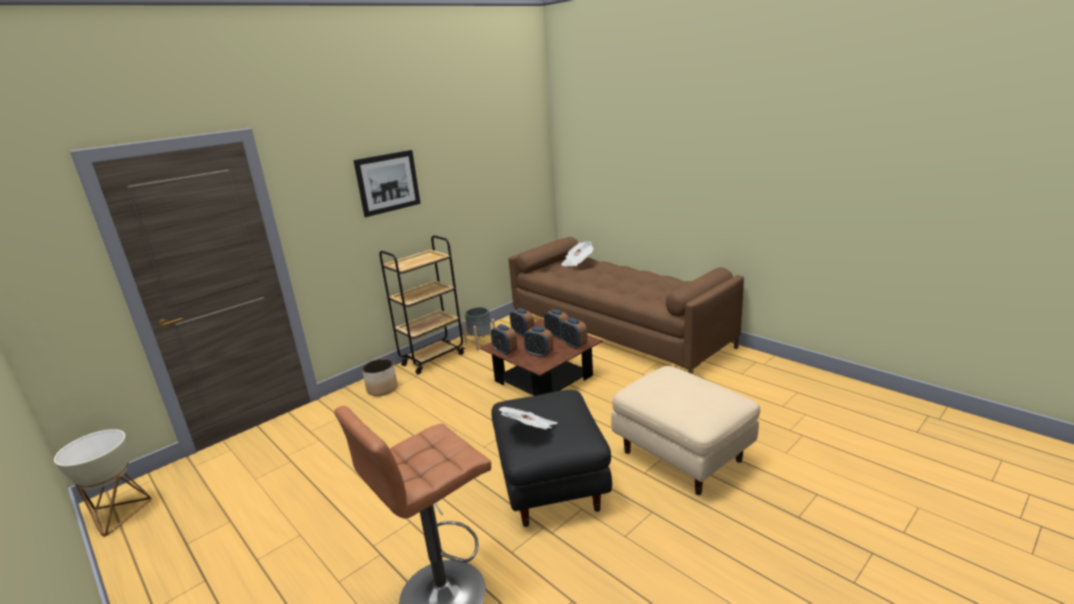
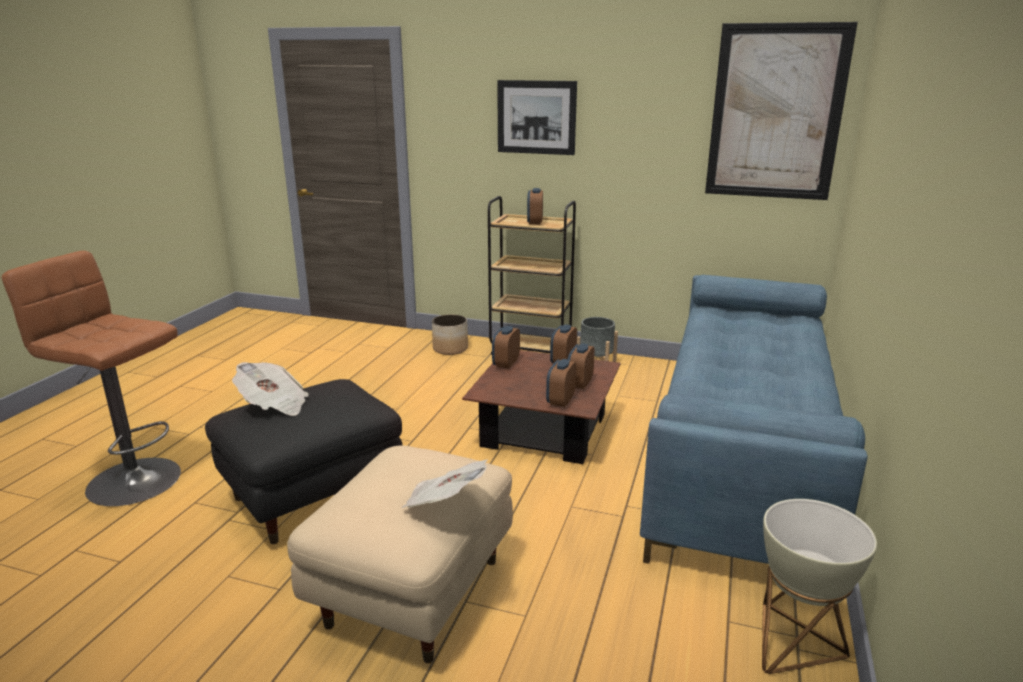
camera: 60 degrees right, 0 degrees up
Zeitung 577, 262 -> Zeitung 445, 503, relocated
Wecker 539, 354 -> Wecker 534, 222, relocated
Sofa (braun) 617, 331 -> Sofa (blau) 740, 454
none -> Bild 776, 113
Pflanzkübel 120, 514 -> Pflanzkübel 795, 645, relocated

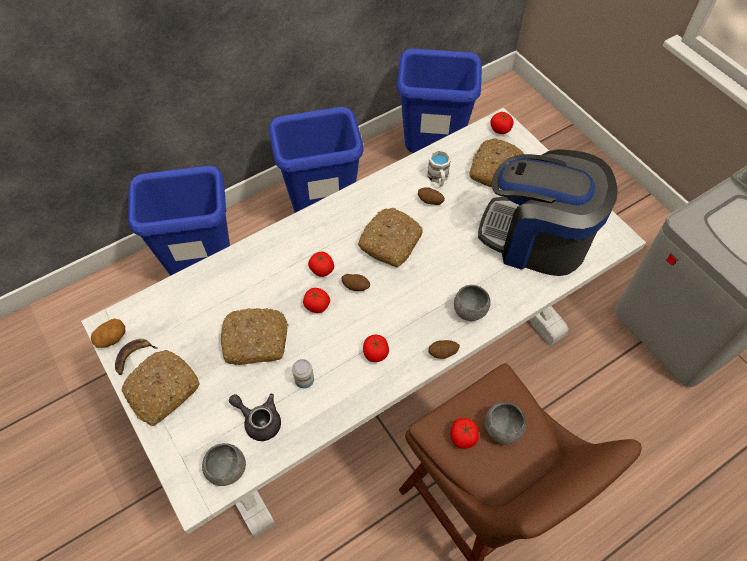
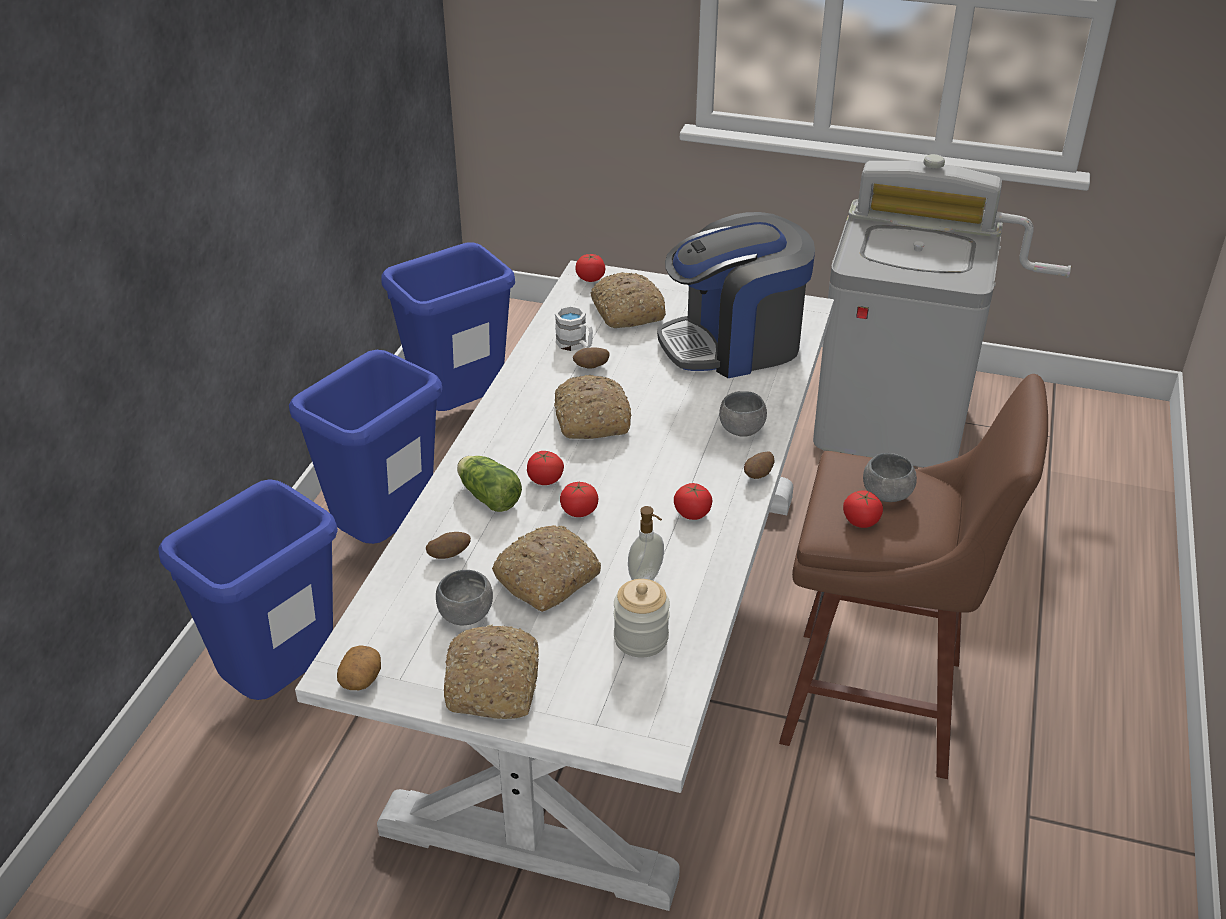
camera: 40 degrees left, 20 degrees down
Kartoffel 356, 287 -> Kartoffel 449, 555, relocated
Schüssel (grau) 226, 469 -> Schüssel (grau) 465, 614, relocated
none -> Salatkopf 487, 495
Teekanne (grau) 259, 420 -> Vorratsglas 641, 638
Dose 304, 380 -> Seifenspender 646, 577
Banane 133, 357 -> none

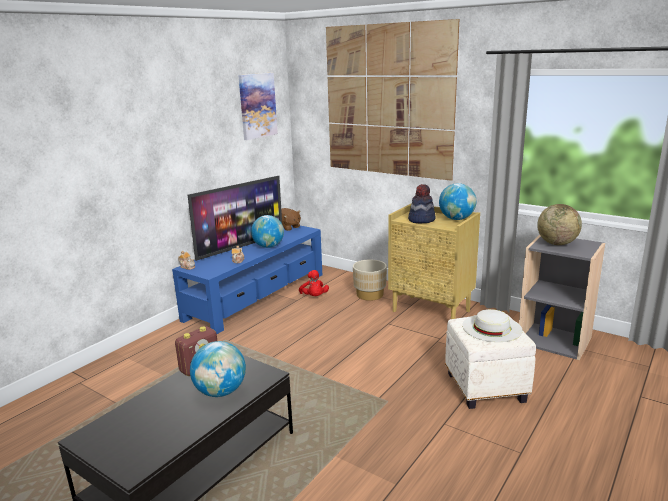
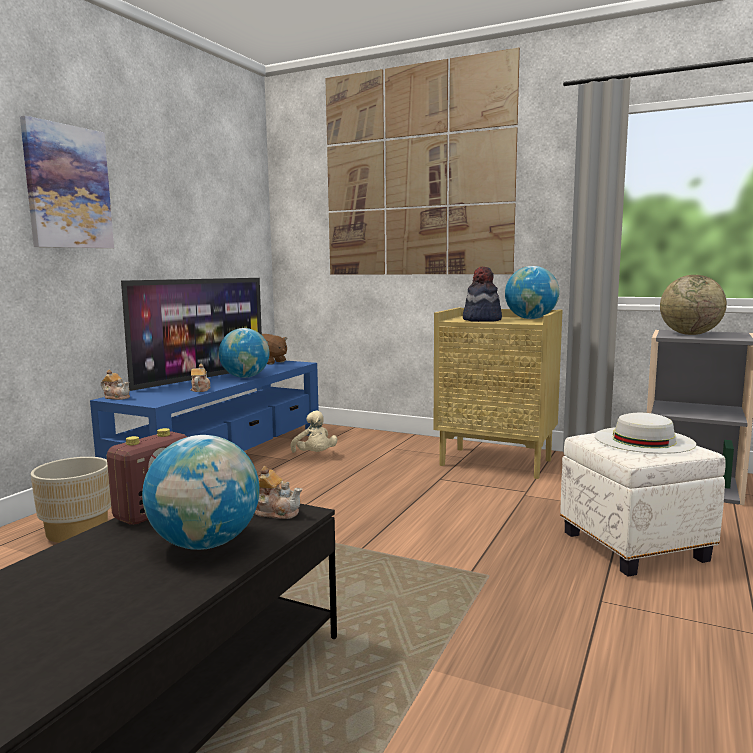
camera: 10 degrees left, 10 degrees down
Bild 257, 105 -> Bild 68, 187, relocated
Pflanzkübel (beige) 370, 295 -> Pflanzkübel (beige) 77, 531, relocated
none -> Teekanne 275, 512
Plüschtier (rot) 314, 297 -> Plüschtier (beige) 315, 455

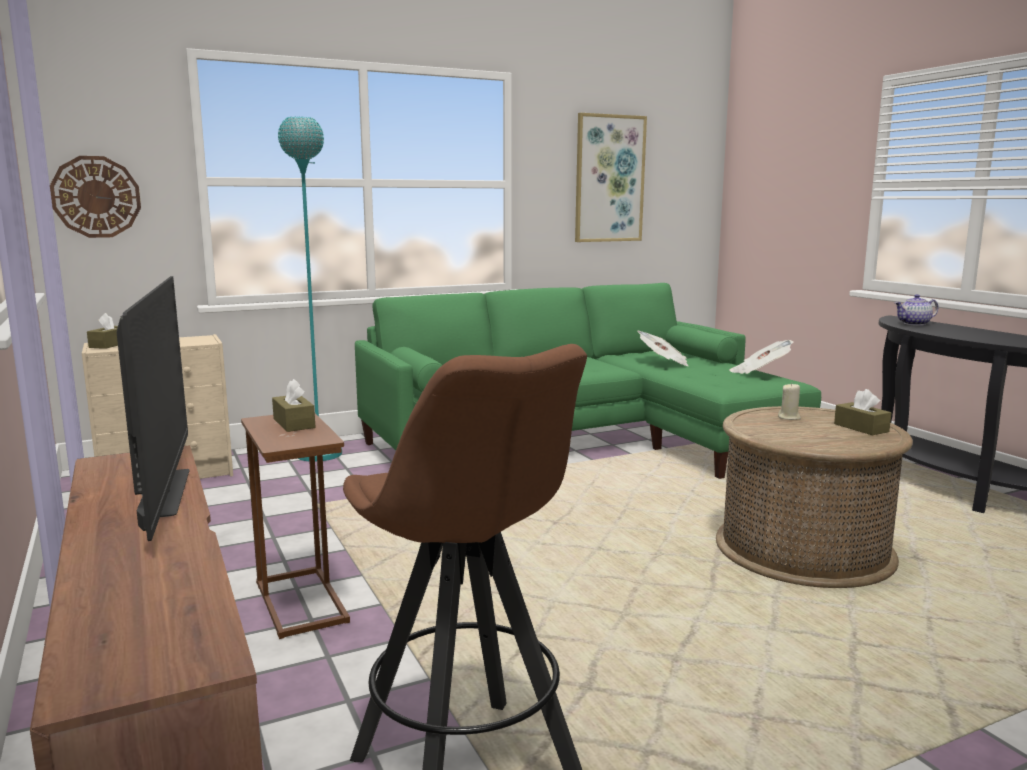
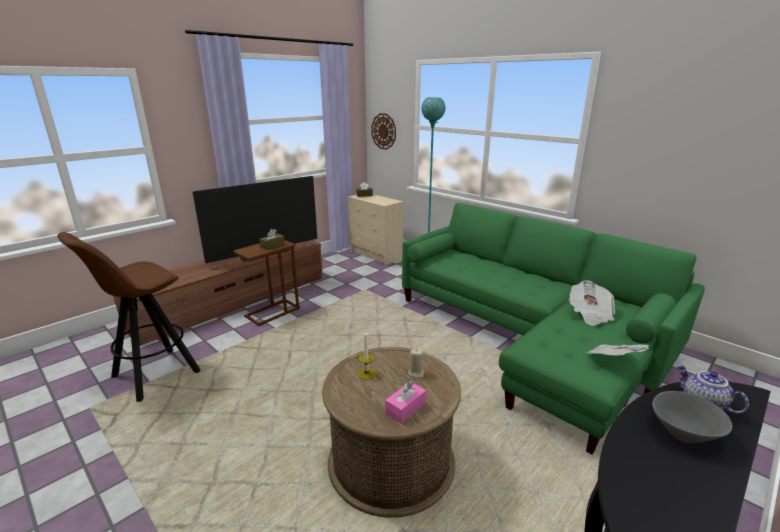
camera: 70 degrees right, 10 degrees up
none -> Kerze 366, 373
Taschentuchbox (braun) 861, 428 -> Taschentuchbox (rosa) 405, 408
none -> Schüssel (grau) 682, 433
Bild 609, 179 -> none

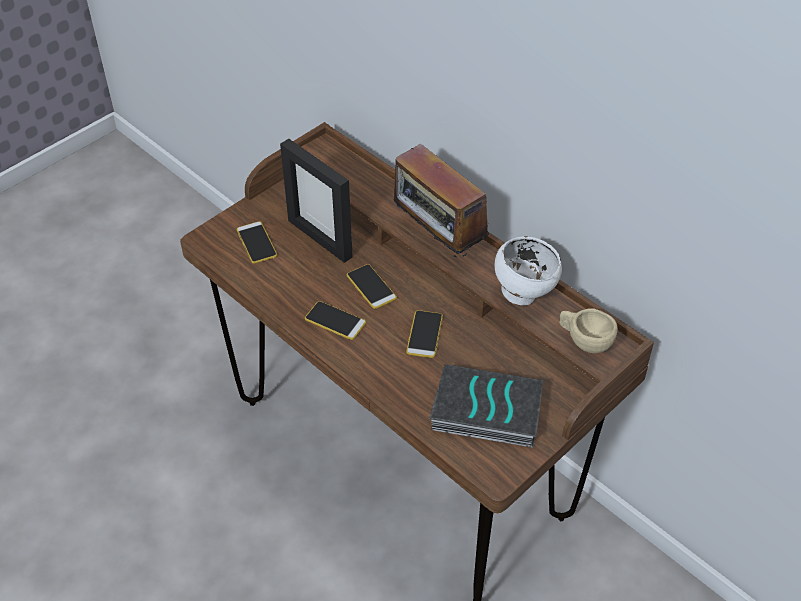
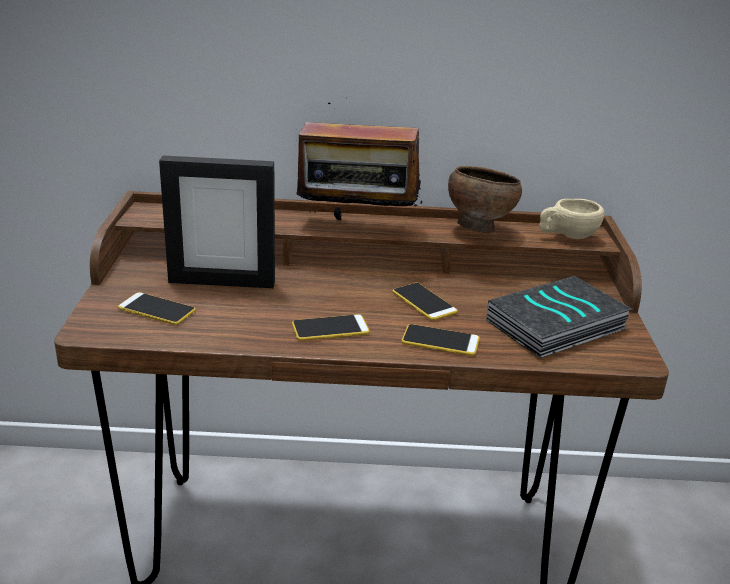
camera: 45 degrees left, 20 degrees down
Handy 371, 287 -> Handy 440, 341, relocated
Schüssel (weiß) 523, 293 -> Schüssel (braun) 478, 228

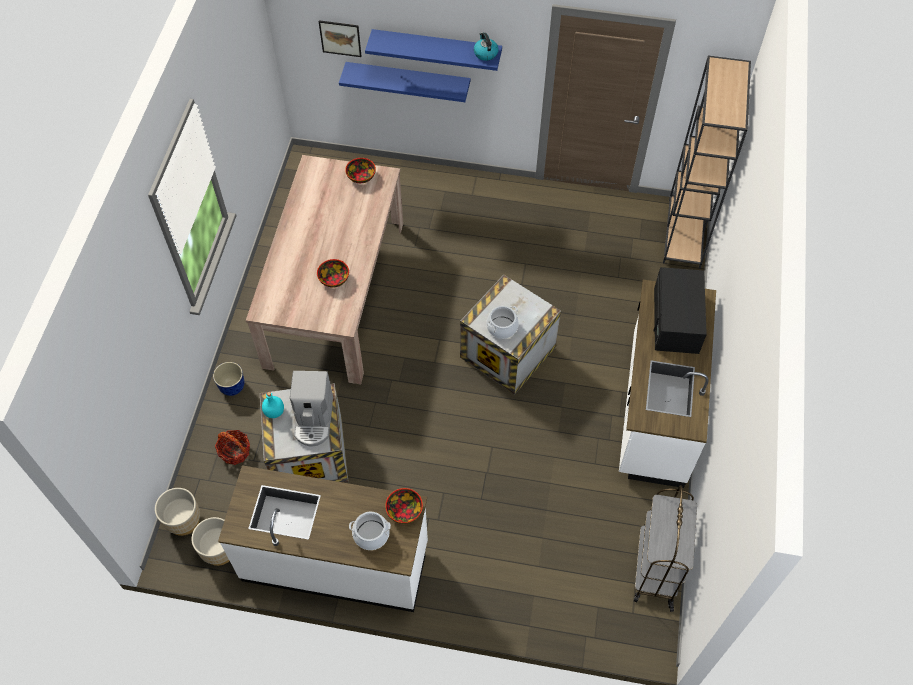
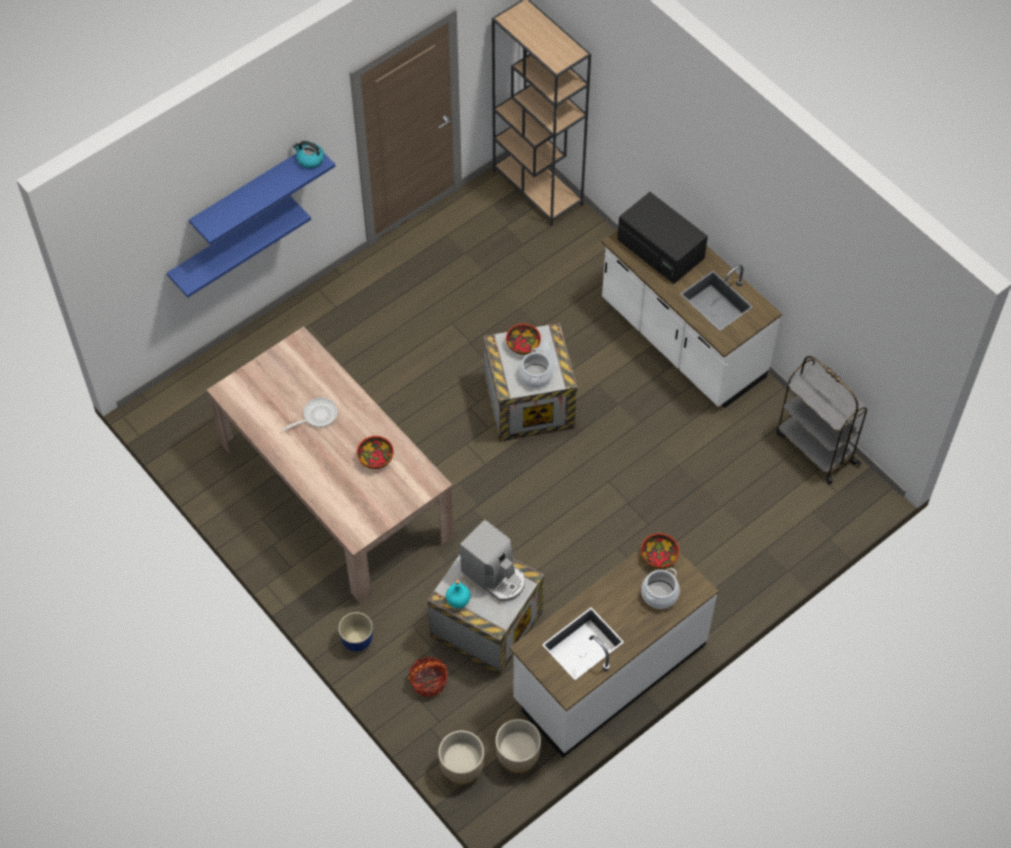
camera: 50 degrees left, 0 degrees up
none -> Pfanne 317, 416
Schüssel 361, 176 -> Schüssel 522, 344, relocated
Bild 340, 38 -> none

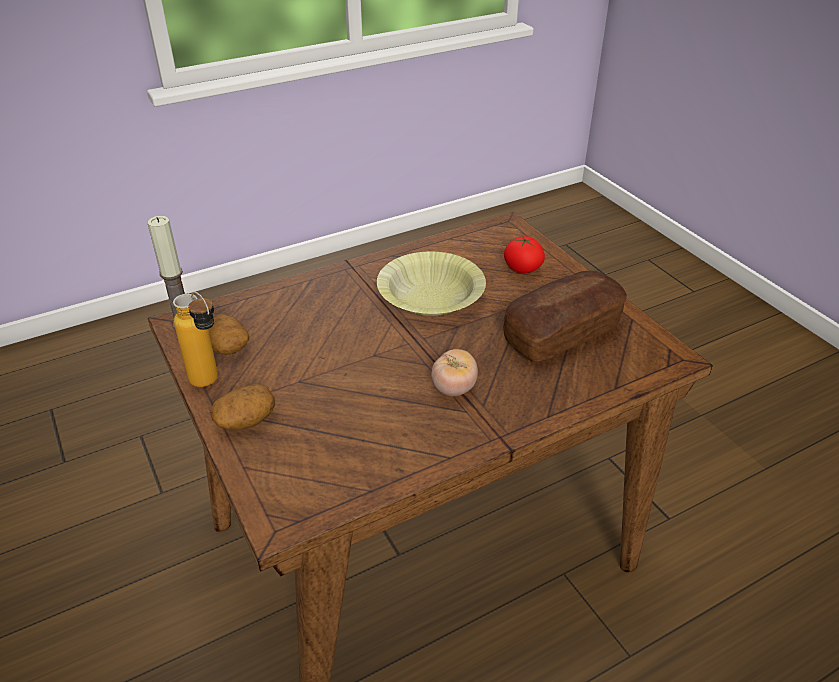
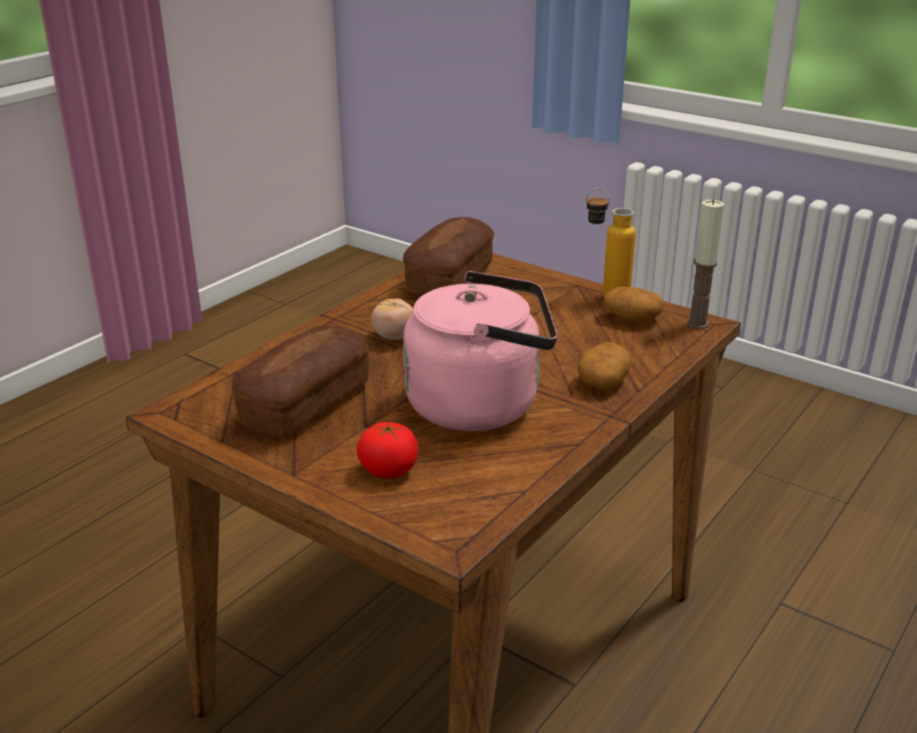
camera: 155 degrees right, 10 degrees down
none -> Brot 449, 279
Schüssel (gelb) 430, 297 -> Wasserkessel (rosa) 481, 405
Kartoffel 245, 420 -> Kartoffel 603, 381, relocated

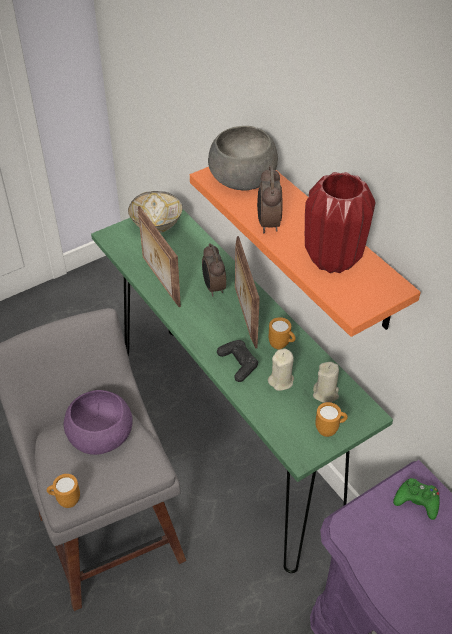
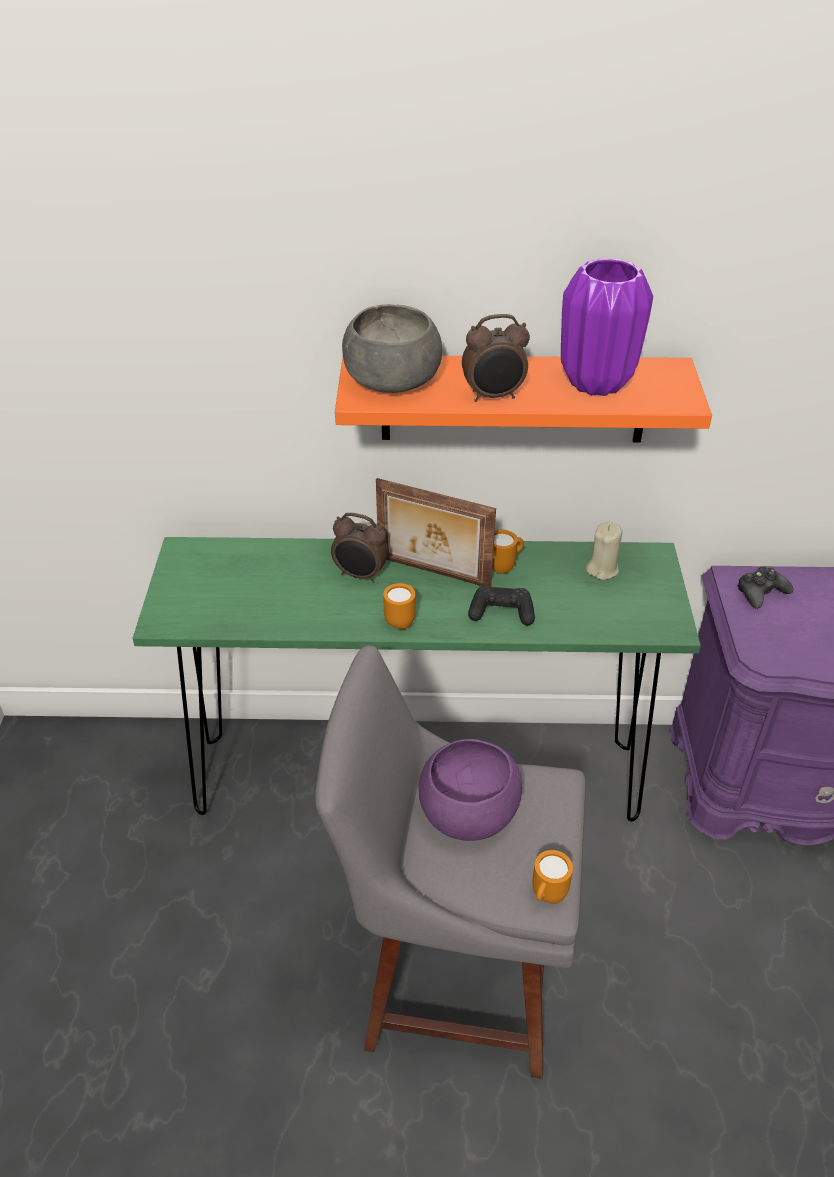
camera: 55 degrees left, 5 degrees down
Henkelbecher (orange) 330, 429 -> Henkelbecher (orange) 402, 620, relocated
Wecker 268, 224 -> Wecker 494, 396, 45 degrees counterclockwise
Vase (rot) 333, 260 -> Vase (lila) 597, 382
Gamepad (grün) 417, 501 -> Gamepad (schwarz) 761, 592
Schüssel 156, 225 -> none
Bilderrahmen 159, 281 -> none
Kerze (beige) 281, 381 -> none

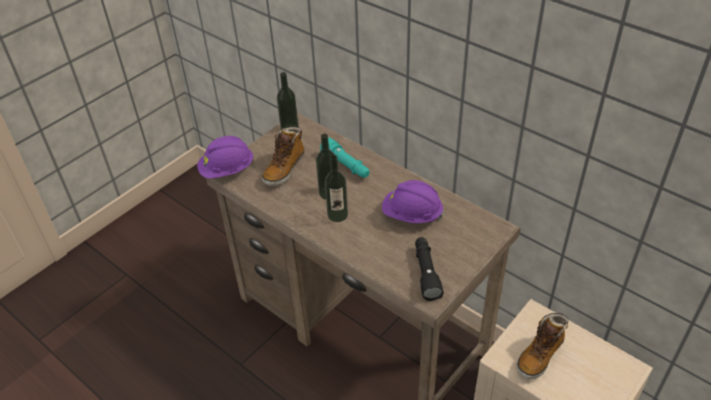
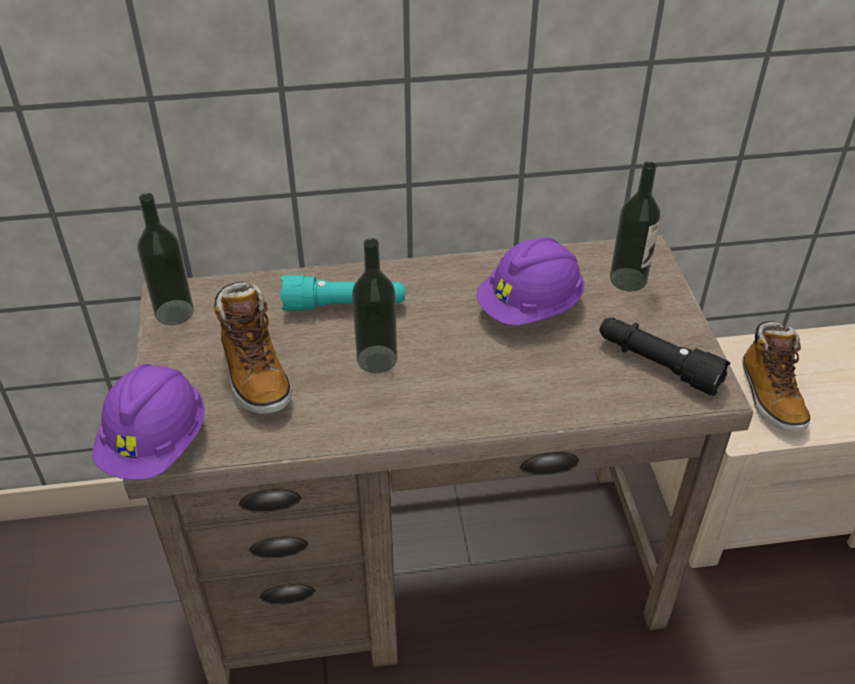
camera: 50 degrees left, 0 degrees up
Flasche 337, 214 -> Flasche 628, 279, relocated

